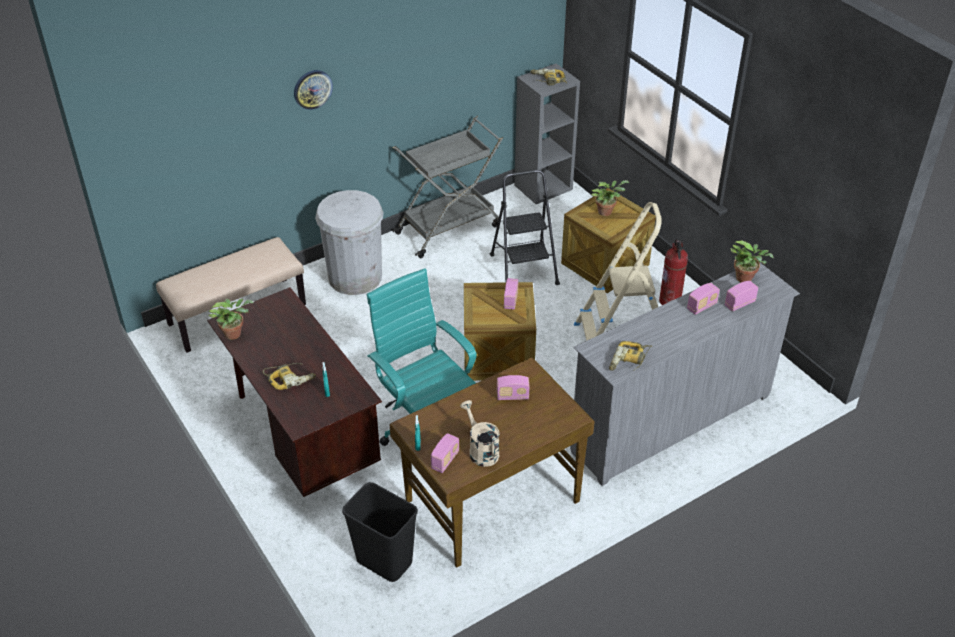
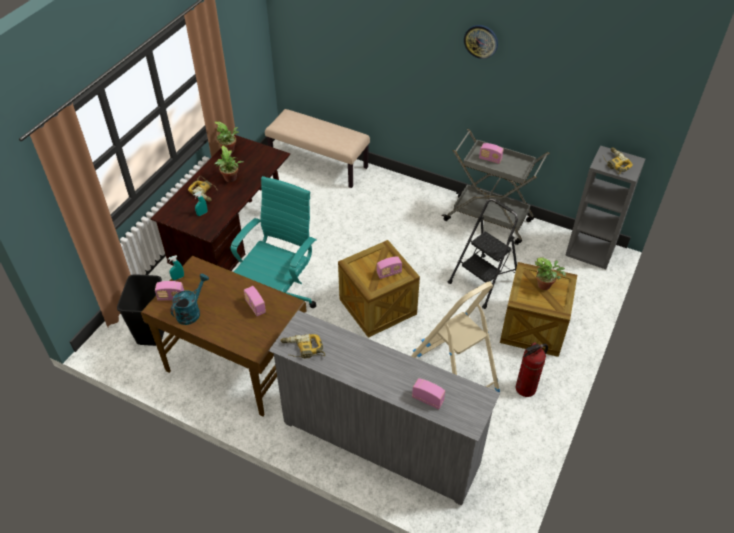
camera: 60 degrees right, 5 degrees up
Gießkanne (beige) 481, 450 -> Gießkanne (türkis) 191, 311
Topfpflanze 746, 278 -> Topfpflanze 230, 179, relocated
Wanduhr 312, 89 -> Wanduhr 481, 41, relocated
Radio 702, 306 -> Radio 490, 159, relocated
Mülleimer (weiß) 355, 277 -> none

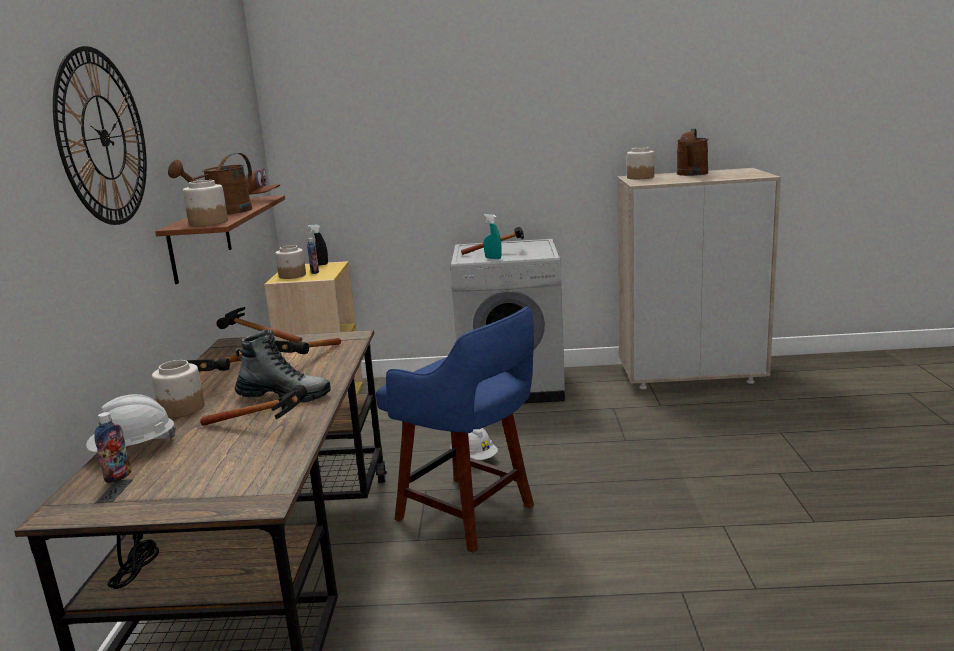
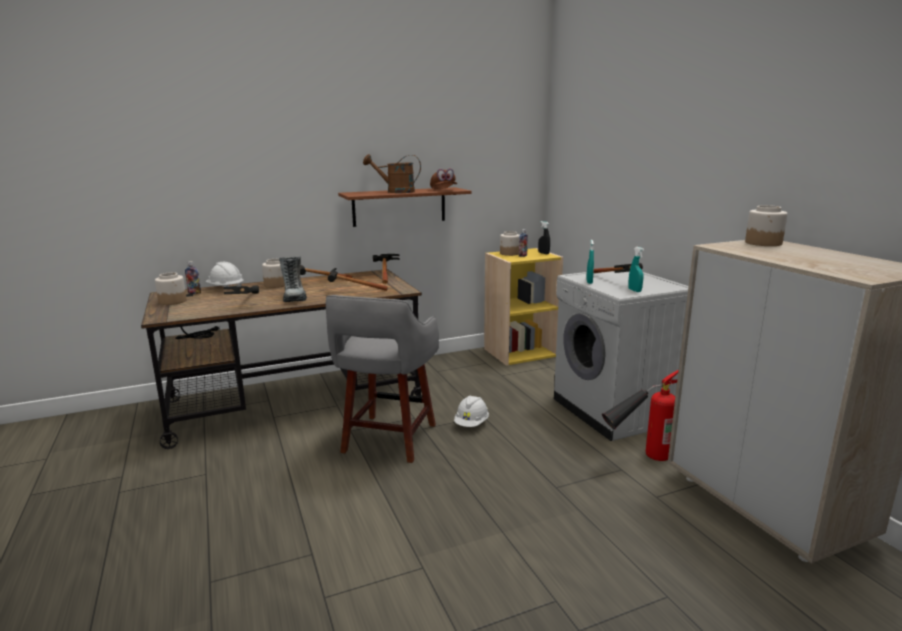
camera: 65 degrees right, 0 degrees up
Vorratsglas 208, 223 -> Vorratsglas 173, 301, relocated
Hocker (blau) 469, 515 -> Hocker (grau) 387, 441
none -> Feuerlöscher 638, 459
none -> Sprühflasche (türkis) 634, 290
Wanduhr 103, 138 -> none
Gießkanne (braun) 691, 174 -> none

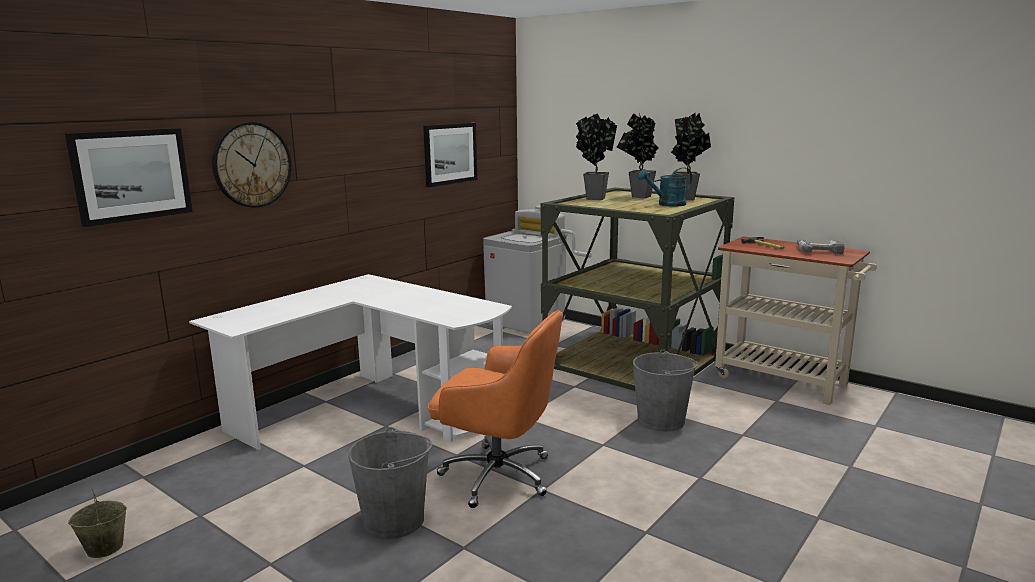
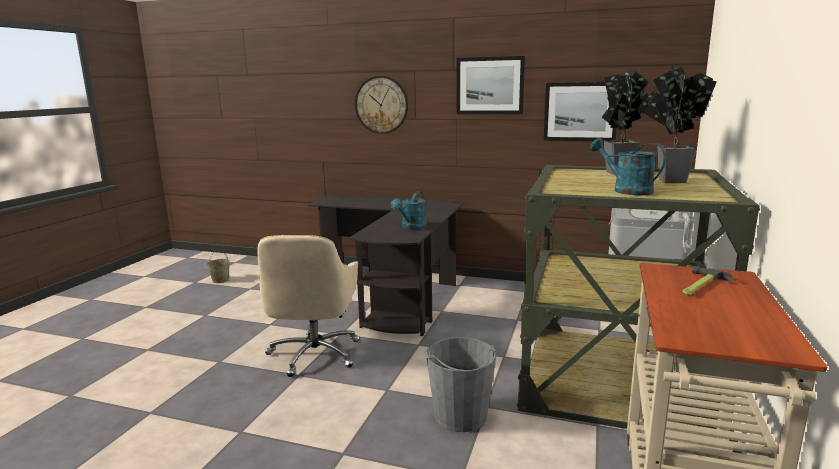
camera: 70 degrees right, 0 degrees up
Bürostuhl (orange) 497, 476 -> Bürostuhl (beige) 314, 354
Schreibtisch (weiß) 370, 408 -> Schreibtisch (schwarz) 396, 292
none -> Gießkanne (türkis) 411, 227
Bild 132, 175 -> Bild 490, 85, relocated
Eimer (grau) 394, 520 -> none
Topfpflanze 686, 198 -> none
Bohrmaschine 818, 250 -> none

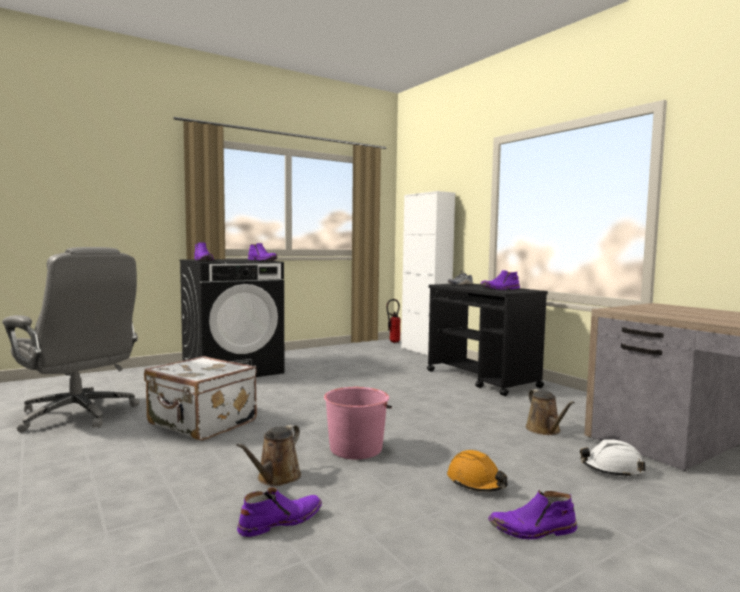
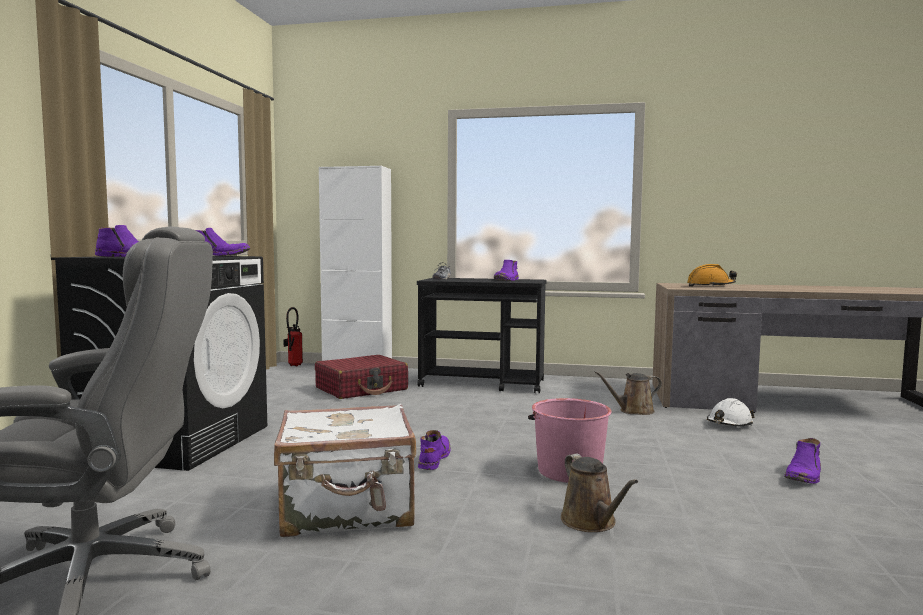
camera: 45 degrees left, 0 degrees up
none -> Koffer (rot) 362, 389
Stiefel (lila) 280, 521 -> Stiefel (lila) 433, 459, relocated
Gießkanne (braun) 545, 430 -> Gießkanne (braun) 633, 411, 135 degrees clockwise
Schutzhelm (orange) 476, 483 -> Schutzhelm (orange) 710, 286, relocated

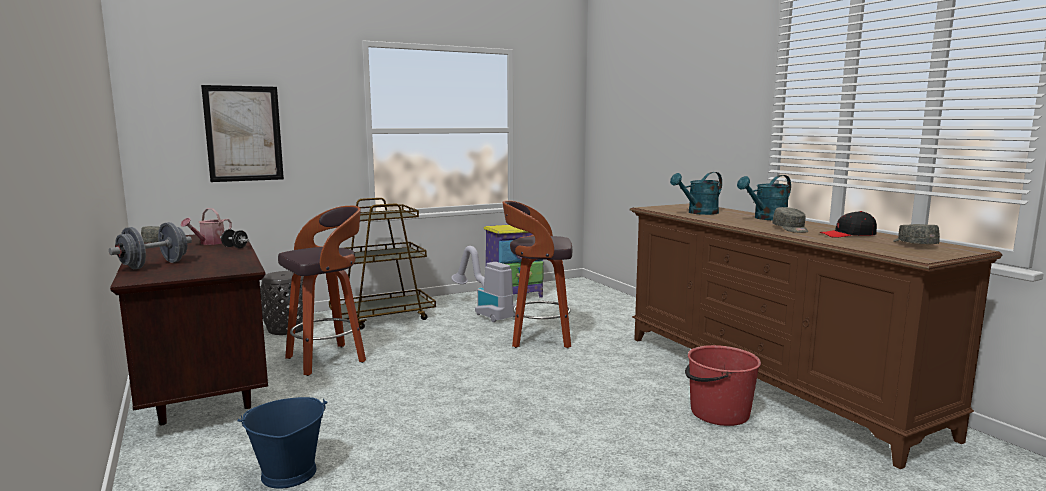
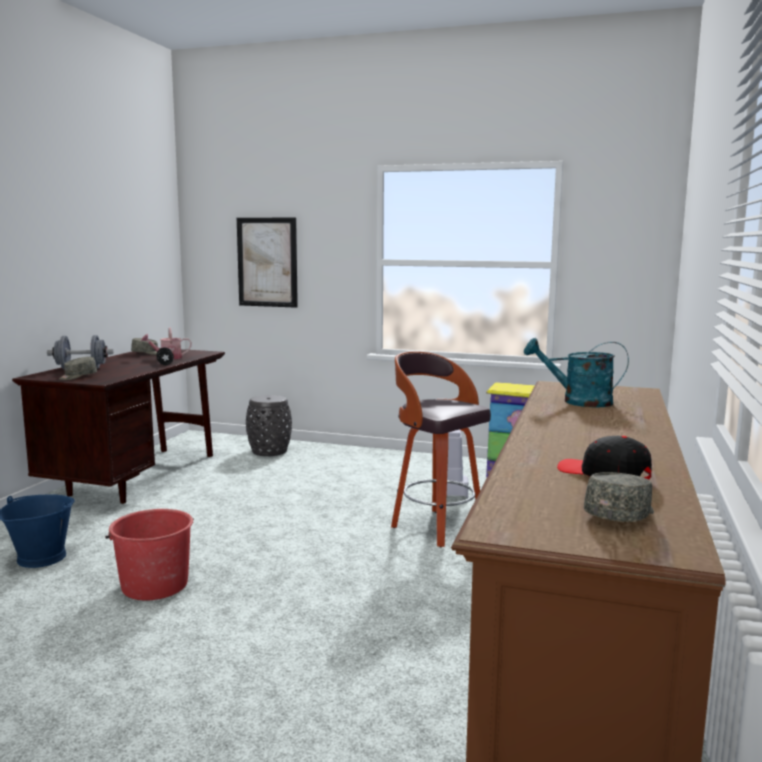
camera: 45 degrees right, 0 degrees up
Kappe (grau) 790, 229 -> Kappe (grau) 77, 377, relocated
Eimer (rot) 718, 413 -> Eimer (rot) 154, 585, relocated
Hocker 328, 359 -> none
Rollwagen (braun) 383, 317 -> none
Gießkanne (türkis) 766, 218 -> none

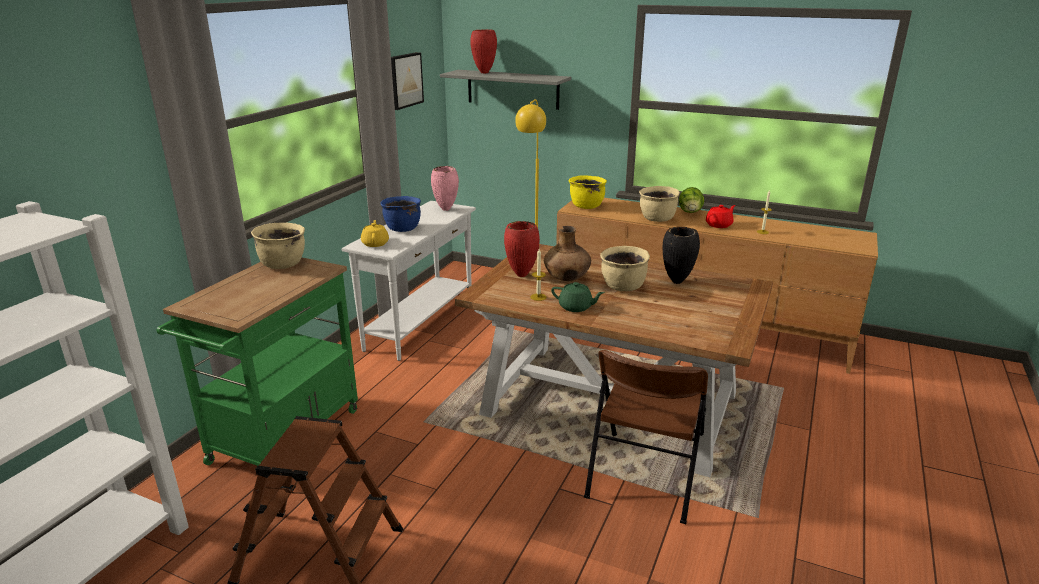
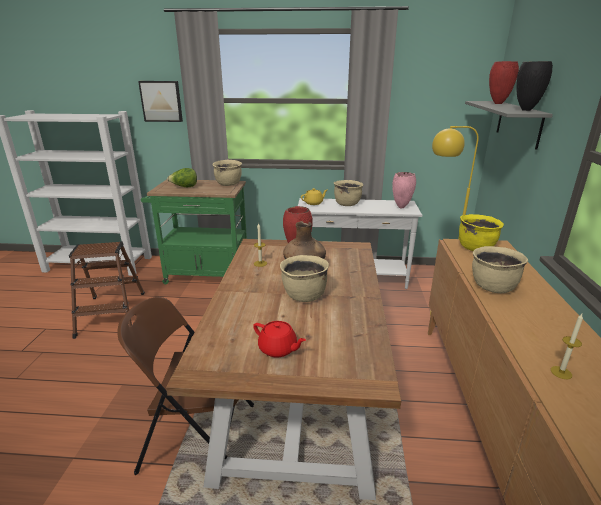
camera: 70 degrees right, 0 degrees up
Bild 404, 80 -> Bild 161, 101, relocated
Salatkopf 690, 213 -> Salatkopf 184, 187, relocated
Teekanne (rot) 719, 225 -> Teekanne (rot) 278, 349, relocated
Kochtopf (blau) 402, 229 -> Kochtopf (beige) 347, 204
Vase (schwarz) 677, 282 -> Vase (schwarz) 525, 110, relocated
Teekanne (grün) 576, 307 -> none

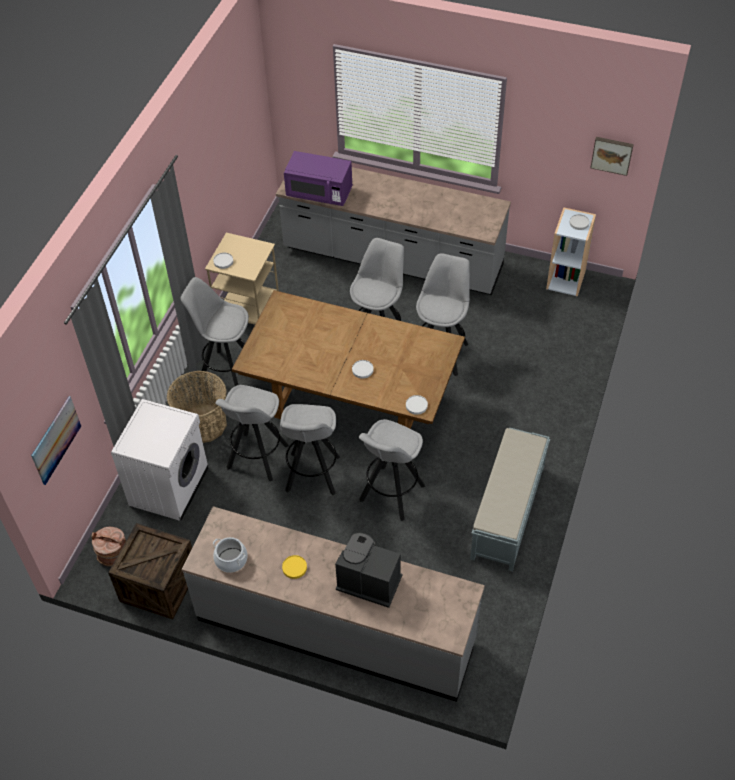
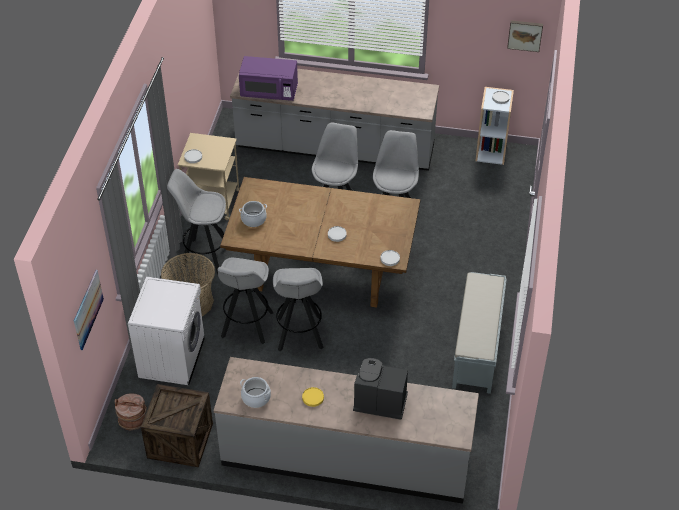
camera: 10 degrees left, 5 degrees down
none -> Kochtopf 253, 219
Hocker (grau) 390, 494 -> none

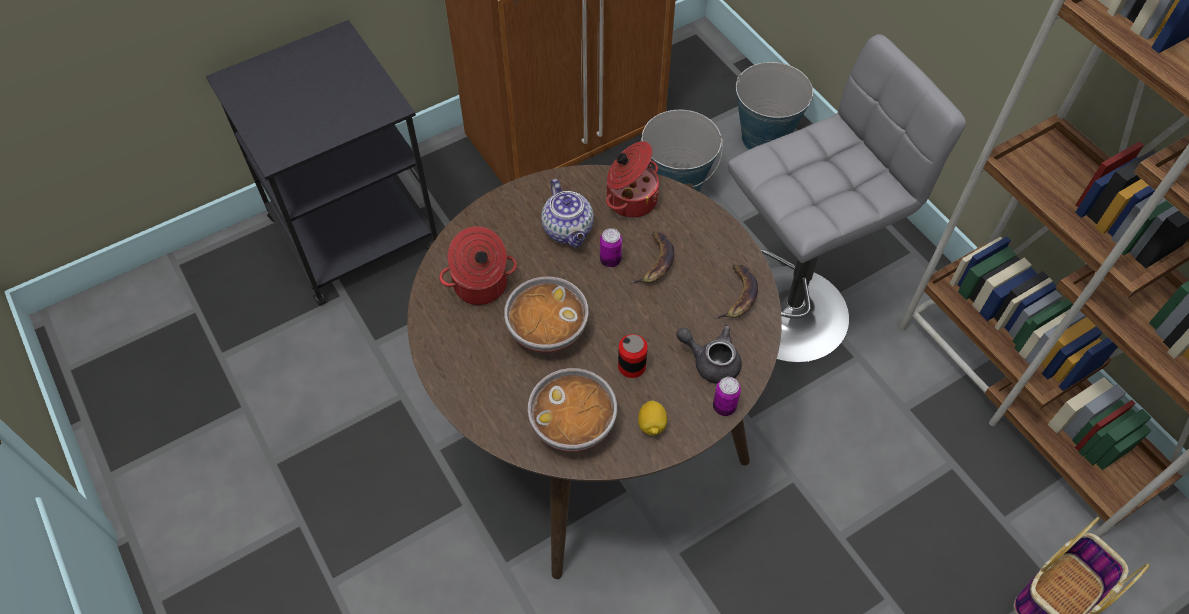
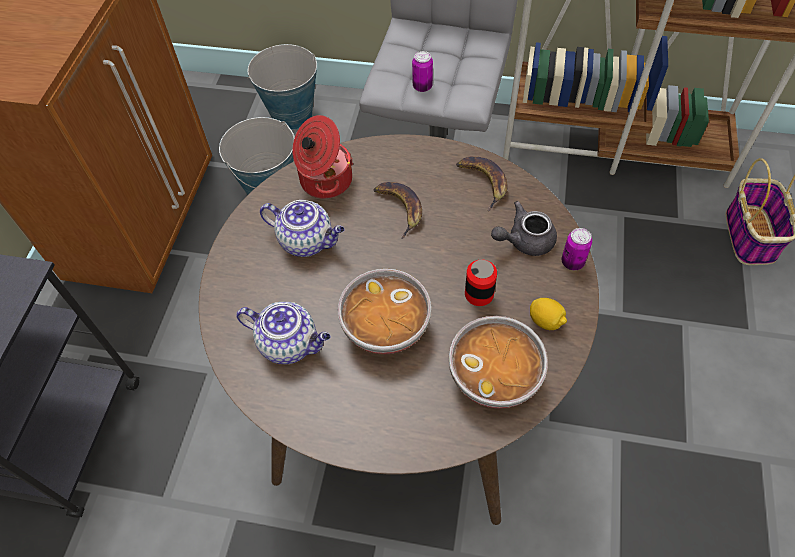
camera: 45 degrees left, 0 degrees up
Kochtopf 480, 286 -> Teekanne 290, 343
Dose 610, 260 -> Dose 422, 87, relocated

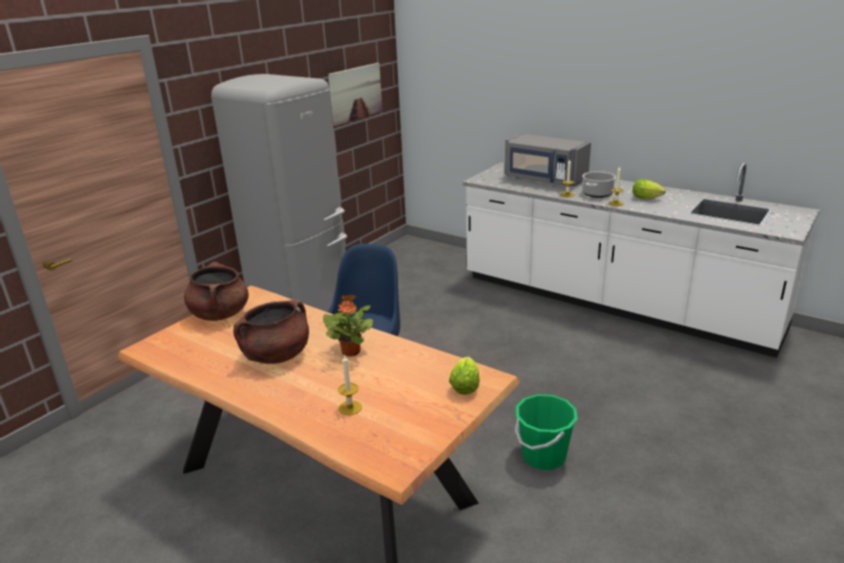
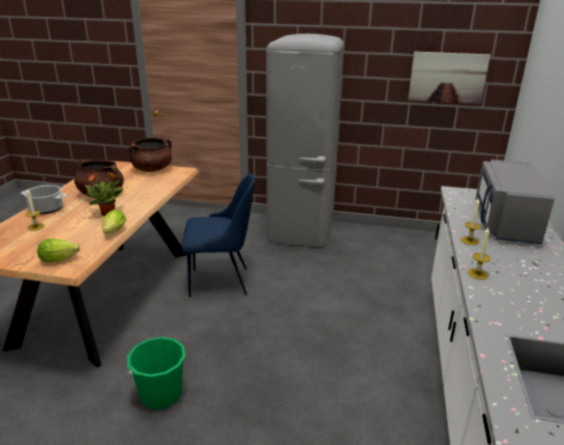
camera: 65 degrees right, 0 degrees up
Kochtopf 597, 194 -> Kochtopf 47, 209, relocated
Salatkopf 648, 198 -> Salatkopf 113, 233, relocated

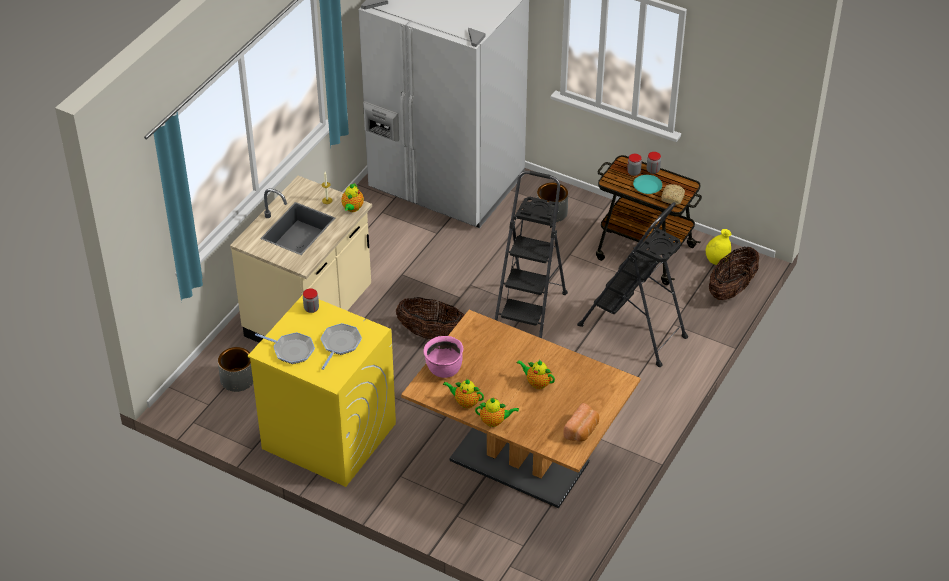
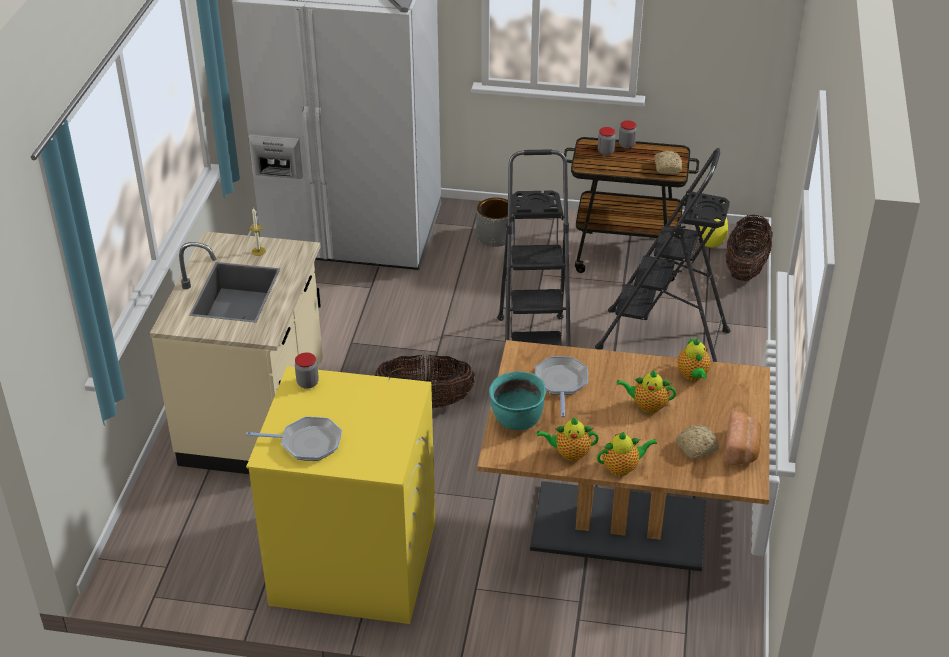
camera: 20 degrees left, 5 degrees down
Kochtopf (rosa) 444, 370 -> Kochtopf (türkis) 517, 420
Pfanne 340, 344 -> Pfanne 561, 383, relocated
none -> Brot 695, 447
Teekanne 352, 209 -> Teekanne 693, 376, relocated
Pflanzkübel (grau) 237, 380 -> none
Teller (türkis) 647, 187 -> none

